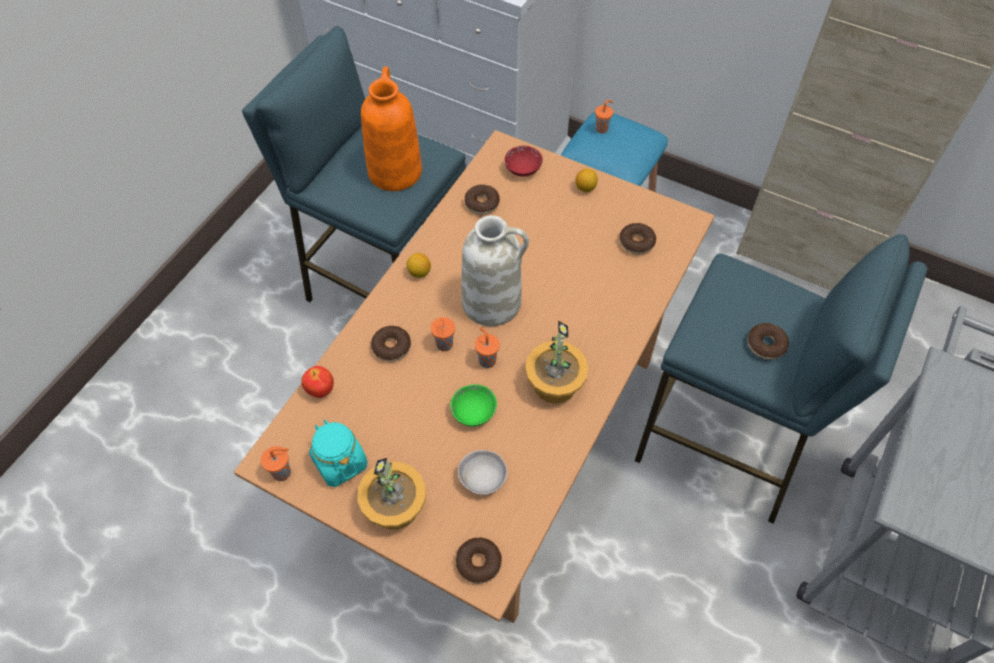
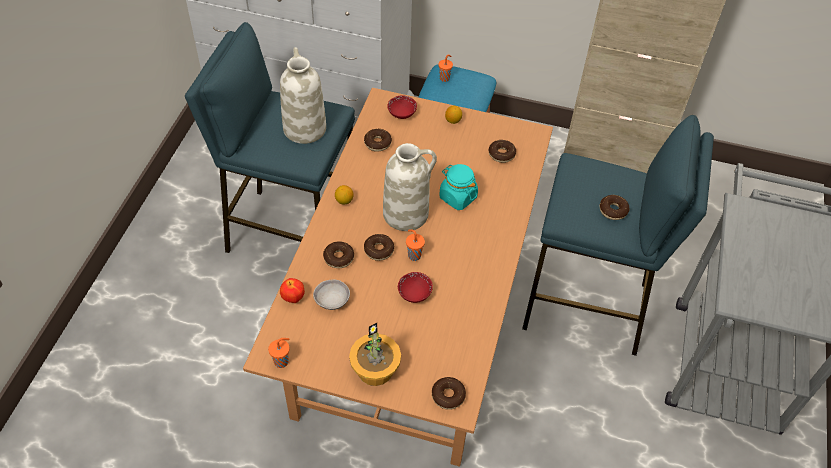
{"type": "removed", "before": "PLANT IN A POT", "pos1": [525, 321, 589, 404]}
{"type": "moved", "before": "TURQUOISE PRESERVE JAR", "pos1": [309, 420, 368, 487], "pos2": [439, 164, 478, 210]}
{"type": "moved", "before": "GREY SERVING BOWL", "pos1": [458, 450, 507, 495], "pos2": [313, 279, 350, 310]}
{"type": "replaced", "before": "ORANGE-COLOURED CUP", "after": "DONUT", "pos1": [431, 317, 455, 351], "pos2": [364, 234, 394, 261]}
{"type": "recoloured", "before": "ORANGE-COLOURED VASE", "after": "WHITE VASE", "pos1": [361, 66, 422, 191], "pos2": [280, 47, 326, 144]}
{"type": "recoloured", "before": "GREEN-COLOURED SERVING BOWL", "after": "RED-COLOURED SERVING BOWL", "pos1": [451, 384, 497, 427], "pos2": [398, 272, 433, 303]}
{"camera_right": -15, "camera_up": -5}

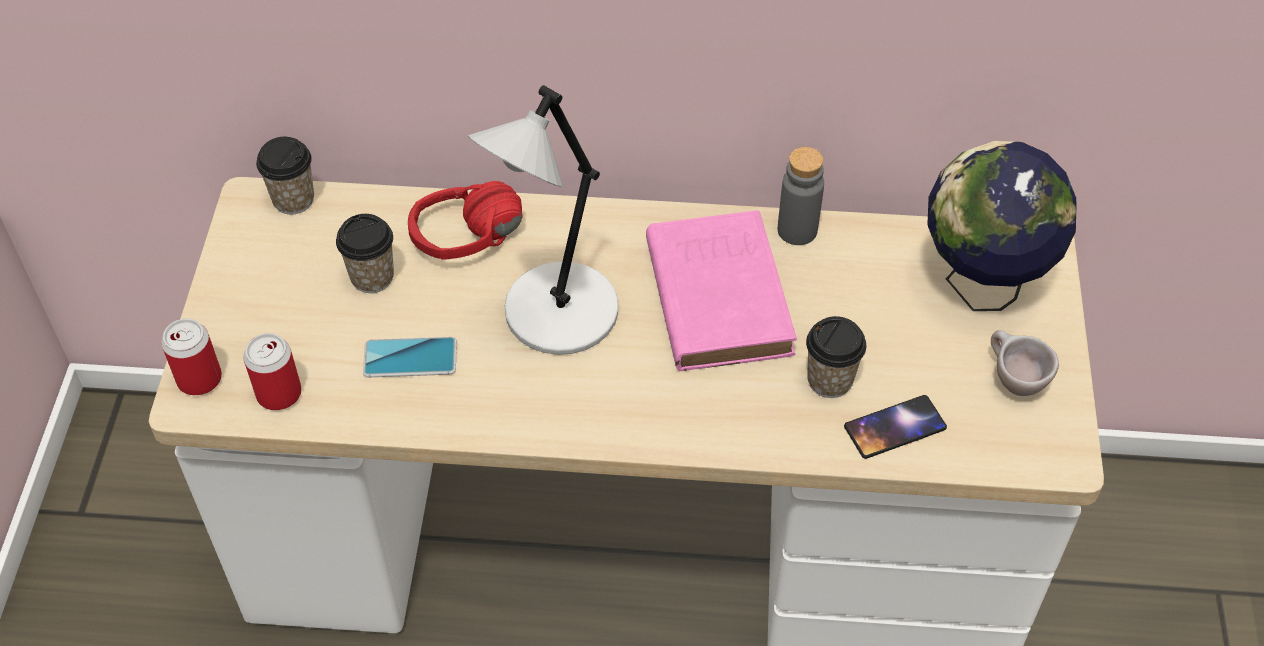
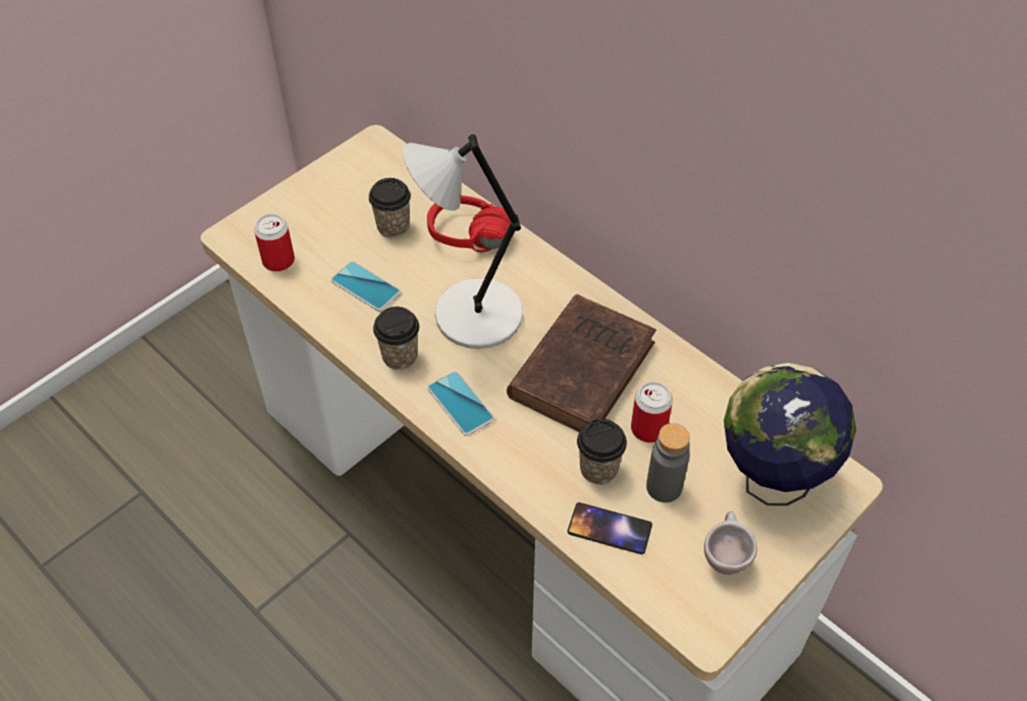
{"type": "added", "after": "HANDSET", "pos2": [427, 371, 495, 436]}
{"type": "moved", "before": "SEALED CAN", "pos1": [161, 319, 222, 395], "pos2": [631, 381, 673, 443]}
{"type": "moved", "before": "CUP", "pos1": [256, 137, 314, 214], "pos2": [373, 307, 419, 370]}
{"type": "moved", "before": "GREY BOTTLE", "pos1": [778, 147, 824, 245], "pos2": [646, 423, 690, 503]}
{"type": "recoloured", "before": "PINKISH BOOK", "after": "BROWNISH BOOK", "pos1": [646, 211, 797, 371], "pos2": [507, 294, 656, 432]}
{"camera_right": 40, "camera_up": 0}

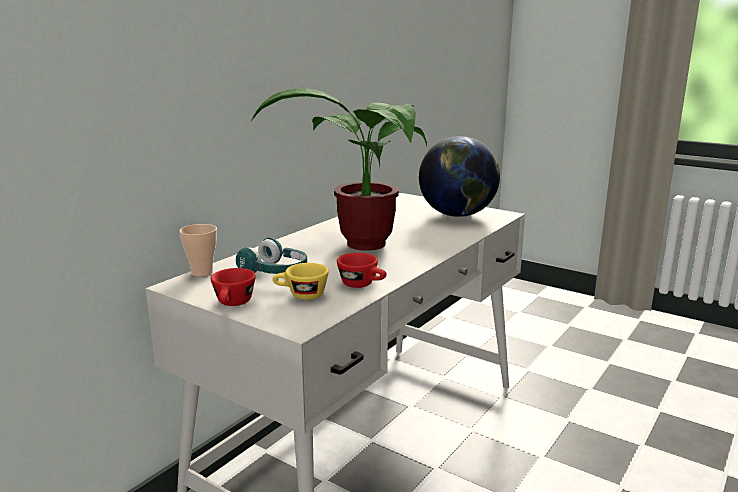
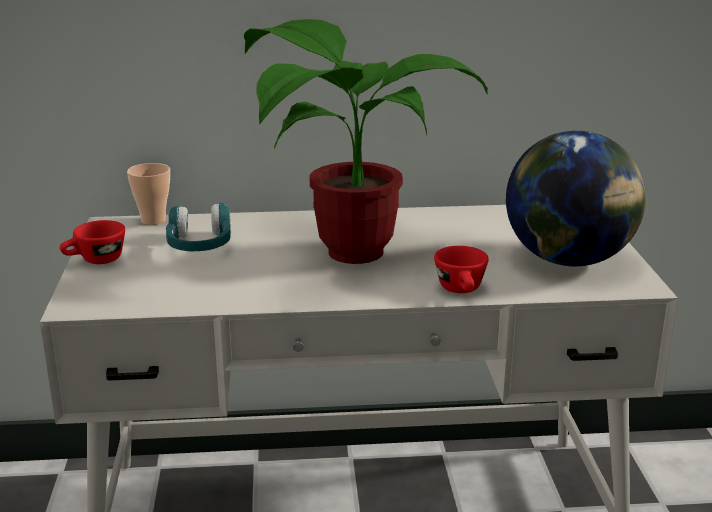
{"type": "removed", "before": "YELLOW-COLOURED CUP", "pos1": [273, 263, 329, 300]}
{"type": "moved", "before": "RED-COLOURED CUP", "pos1": [337, 253, 387, 288], "pos2": [434, 246, 489, 293]}
{"camera_right": 50, "camera_up": 5}

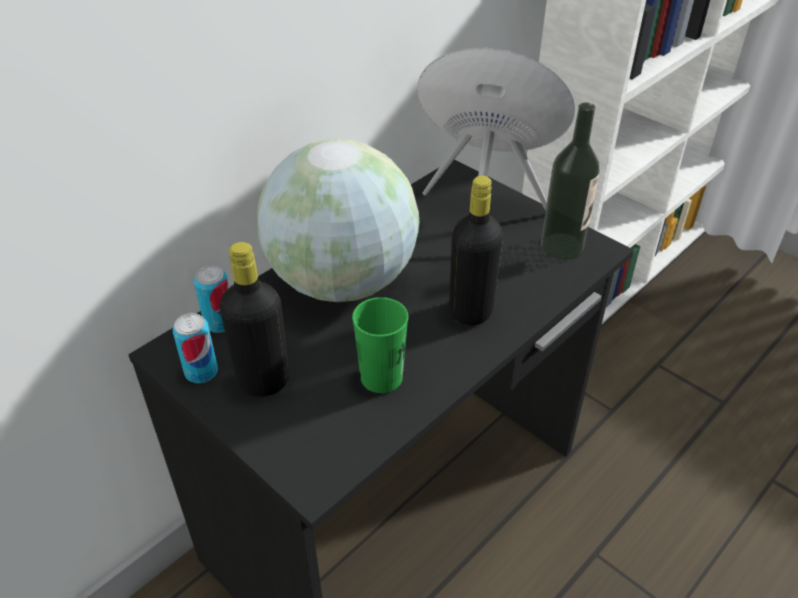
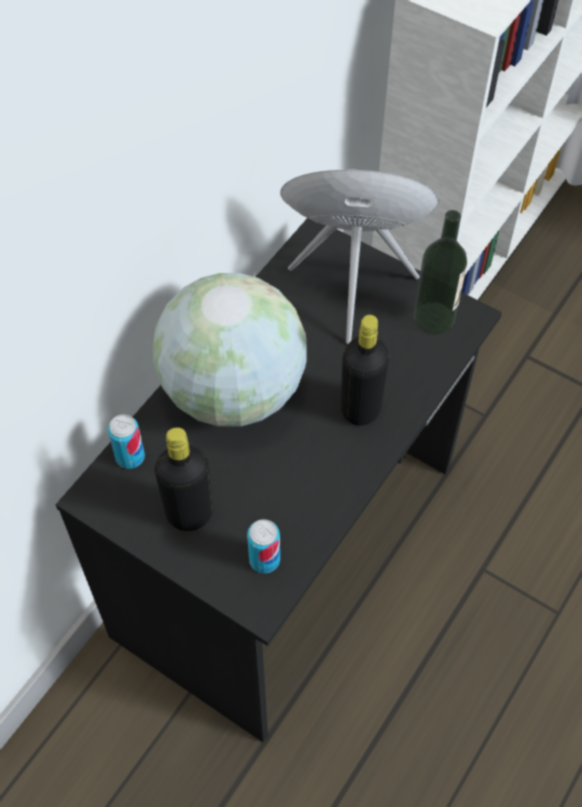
{"type": "removed", "before": "GREEN-COLOURED CUP", "pos1": [352, 297, 408, 393]}
{"type": "moved", "before": "SEALED CAN", "pos1": [173, 313, 218, 383], "pos2": [247, 519, 280, 573]}
{"camera_right": -10, "camera_up": 15}

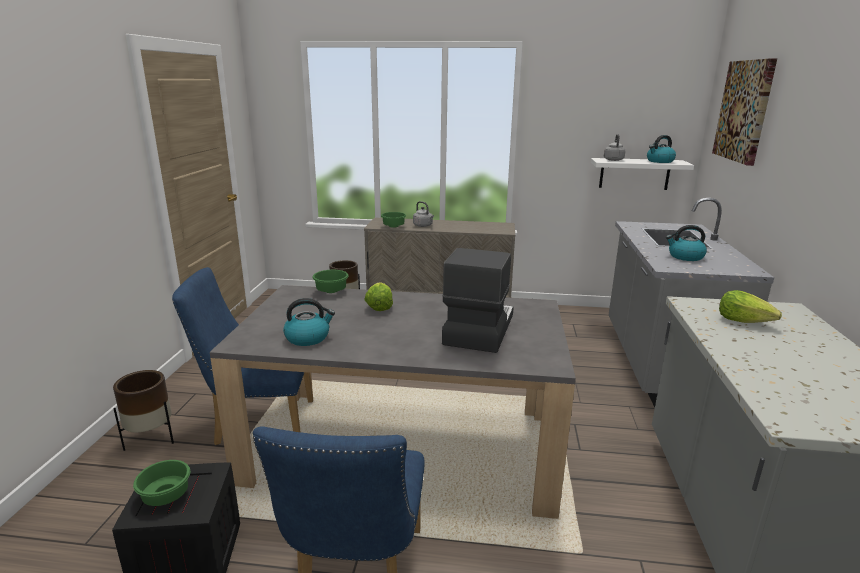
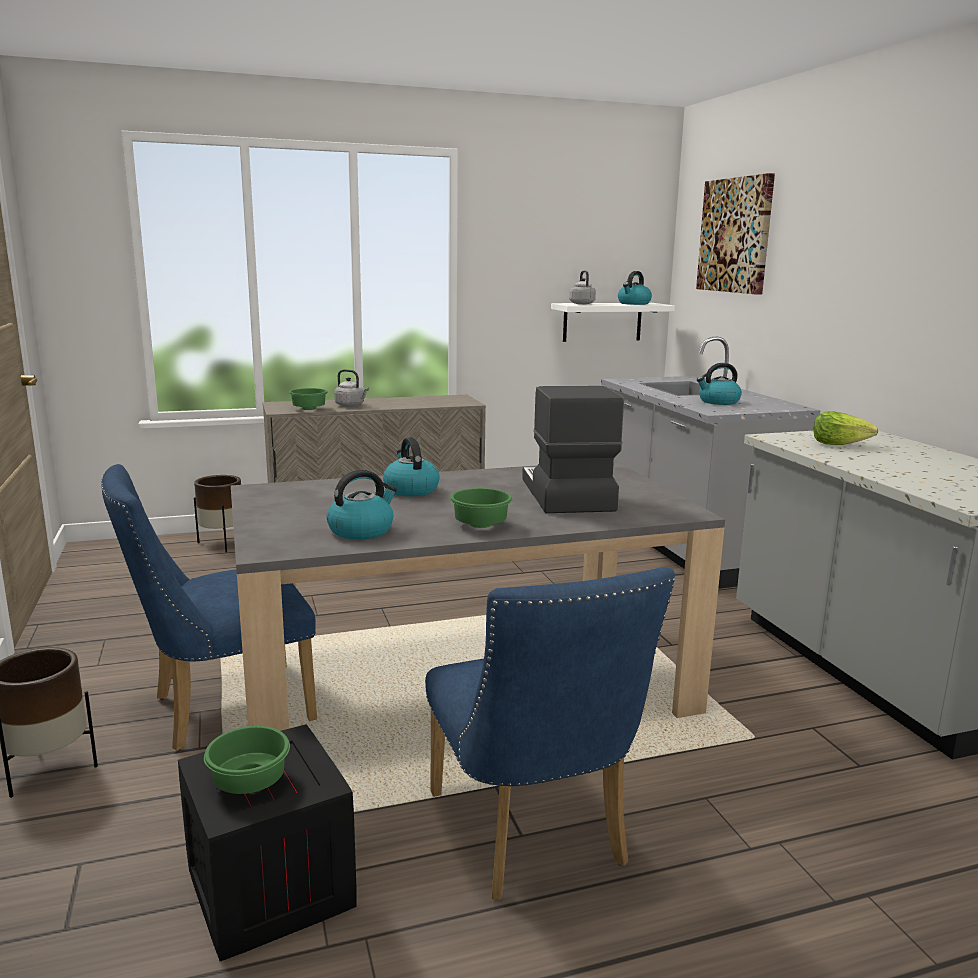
{"type": "moved", "before": "GREEN-COLOURED SERVING BOWL", "pos1": [312, 270, 349, 293], "pos2": [450, 488, 512, 528]}
{"type": "replaced", "before": "HEAD OF LETTUCE", "after": "KETTLE", "pos1": [364, 282, 393, 311], "pos2": [383, 437, 440, 496]}
{"camera_right": -25, "camera_up": -5}

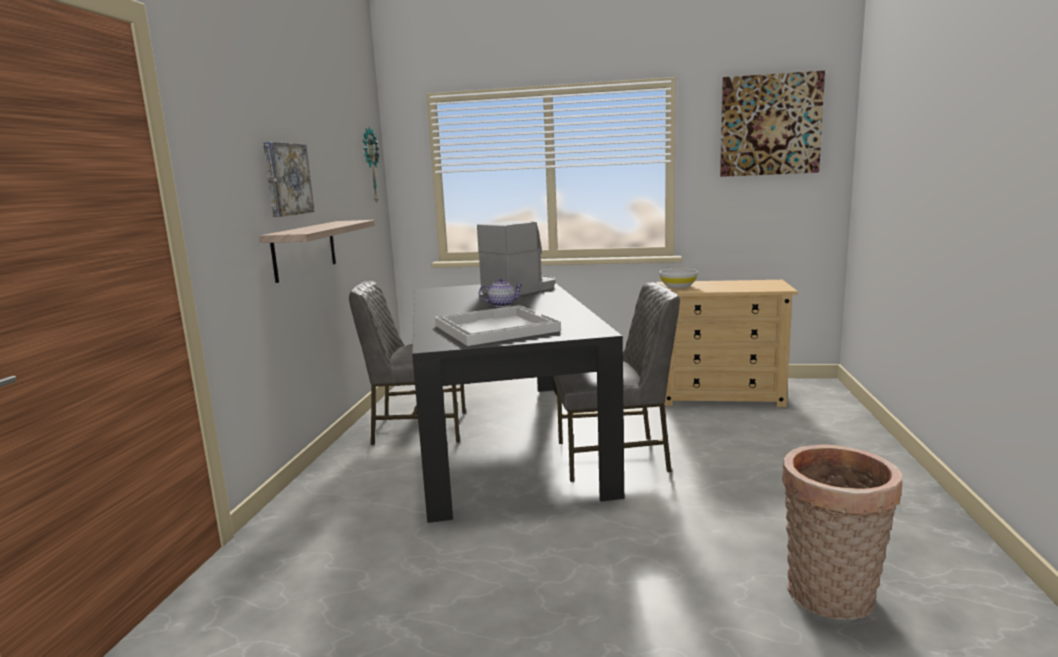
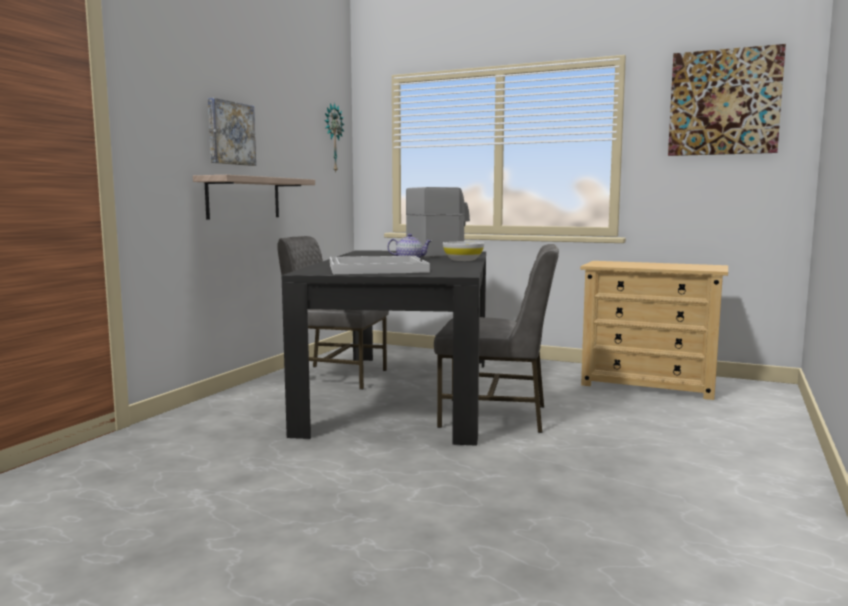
{"type": "removed", "before": "STORAGE BASKET", "pos1": [782, 444, 902, 620]}
{"type": "moved", "before": "WHITE SERVING BOWL", "pos1": [659, 269, 698, 289], "pos2": [443, 242, 484, 261]}
{"camera_right": 15, "camera_up": -5}

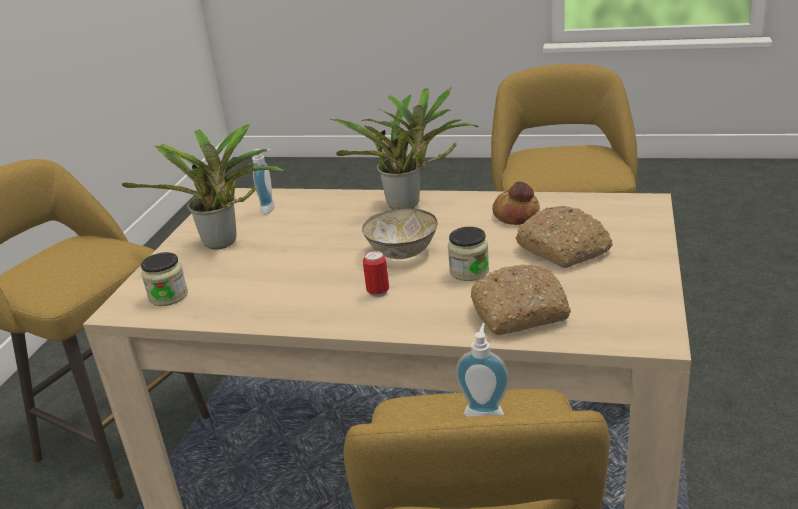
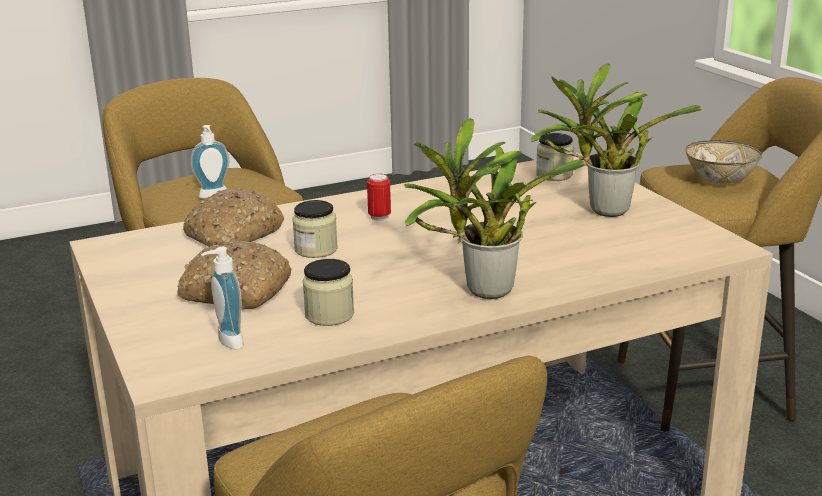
{"type": "moved", "before": "SOAP BOTTLE", "pos1": [252, 149, 275, 215], "pos2": [201, 247, 244, 349]}
{"type": "moved", "before": "SERVING BOWL", "pos1": [362, 208, 438, 259], "pos2": [686, 140, 762, 184]}
{"type": "replaced", "before": "BAKERY BREAD", "after": "PRESERVE JAR", "pos1": [492, 182, 540, 225], "pos2": [302, 259, 354, 326]}
{"camera_right": 140, "camera_up": -5}

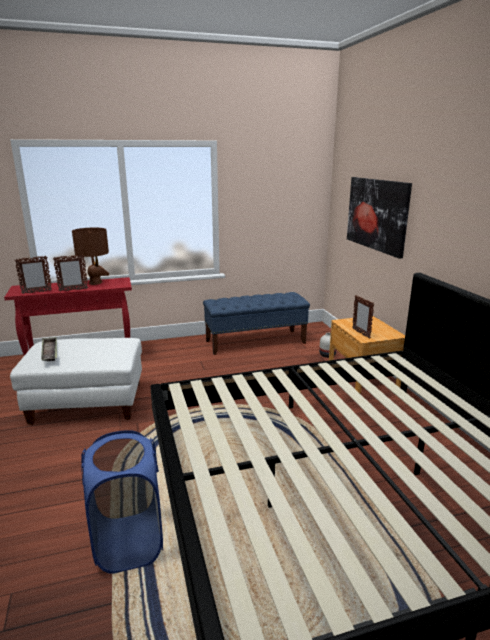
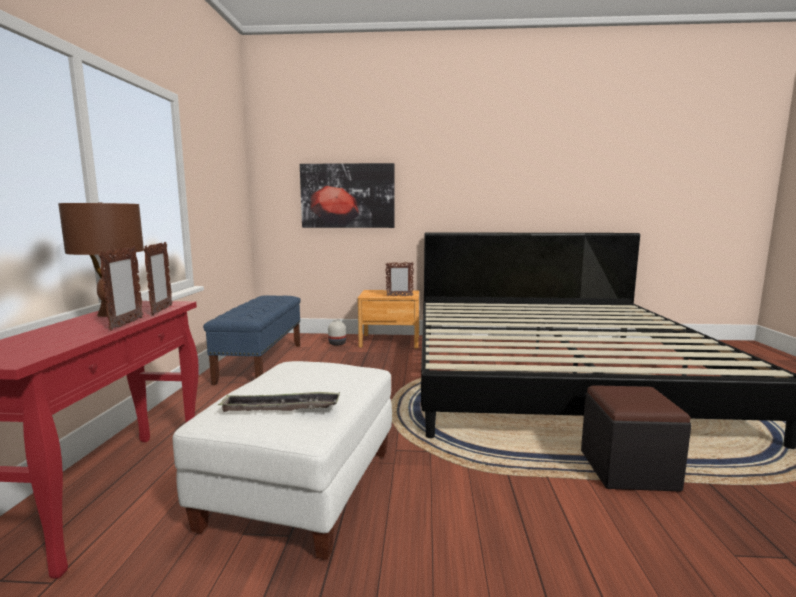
{"type": "moved", "before": "PHOTO FRAME", "pos1": [14, 256, 52, 294], "pos2": [144, 242, 172, 315]}
{"type": "replaced", "before": "BLUE-COLOURED WASHING BASKET", "after": "BLACK-COLOURED OTTOMAN", "pos1": [81, 430, 163, 574], "pos2": [581, 385, 692, 491]}
{"camera_right": -70, "camera_up": -10}

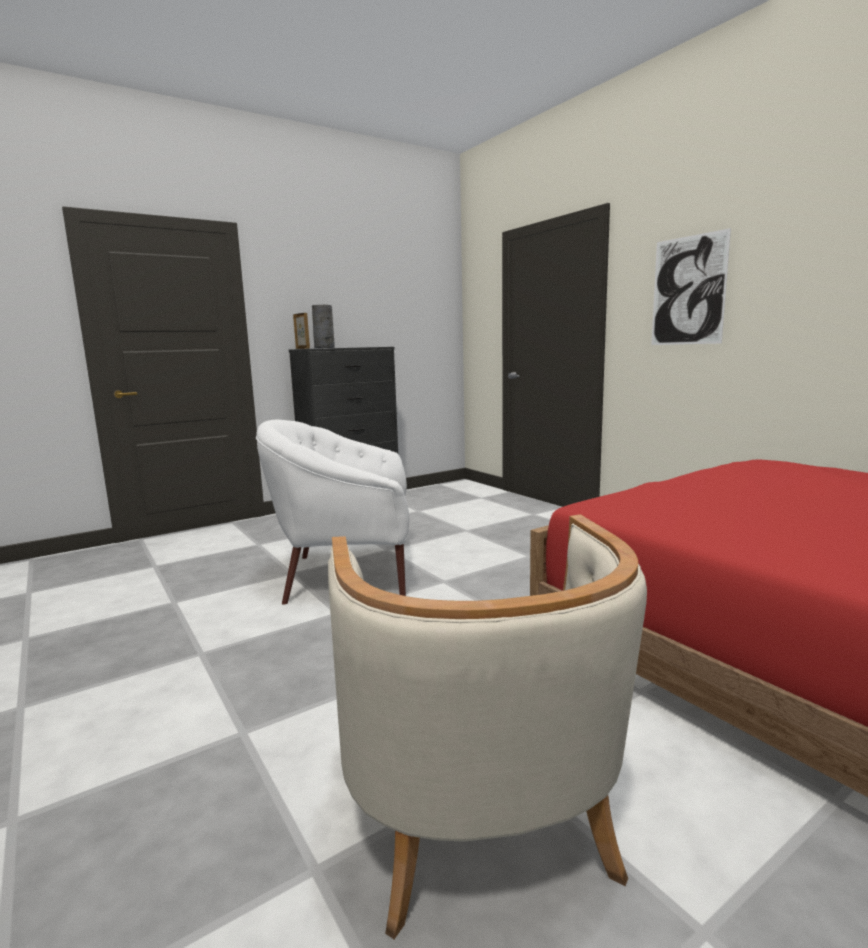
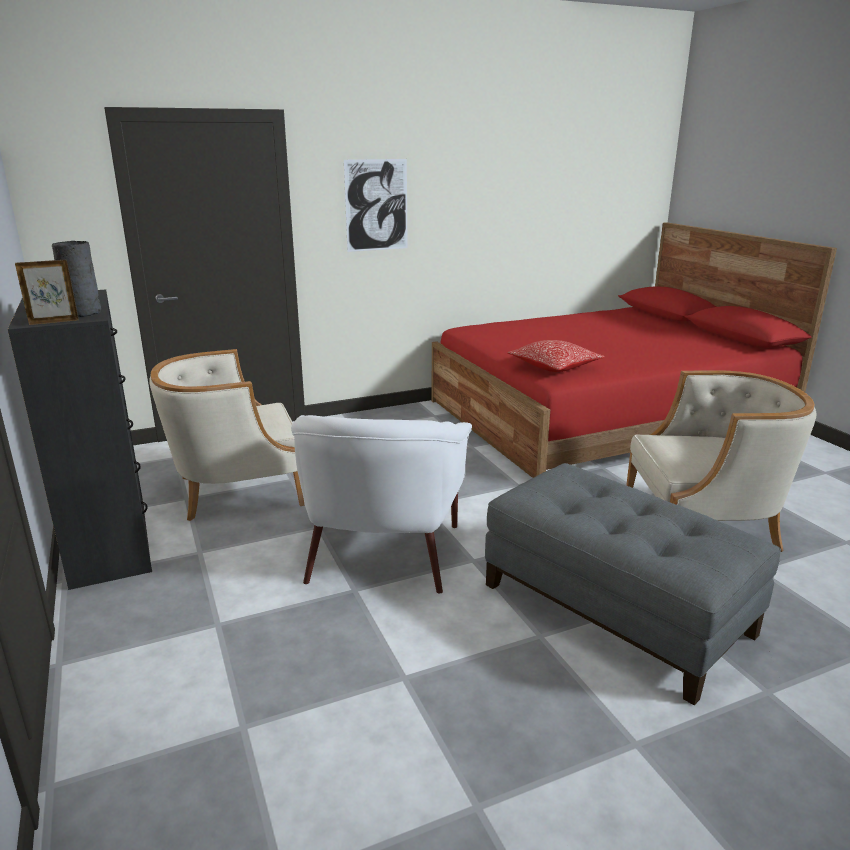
{"type": "added", "after": "BEIGE LOUNGE CHAIR", "pos2": [149, 349, 304, 521]}
{"type": "added", "after": "GREY OTTOMAN", "pos2": [485, 463, 781, 705]}
{"type": "added", "after": "PILLOW", "pos2": [507, 340, 605, 372]}
{"camera_right": -80, "camera_up": 10}

